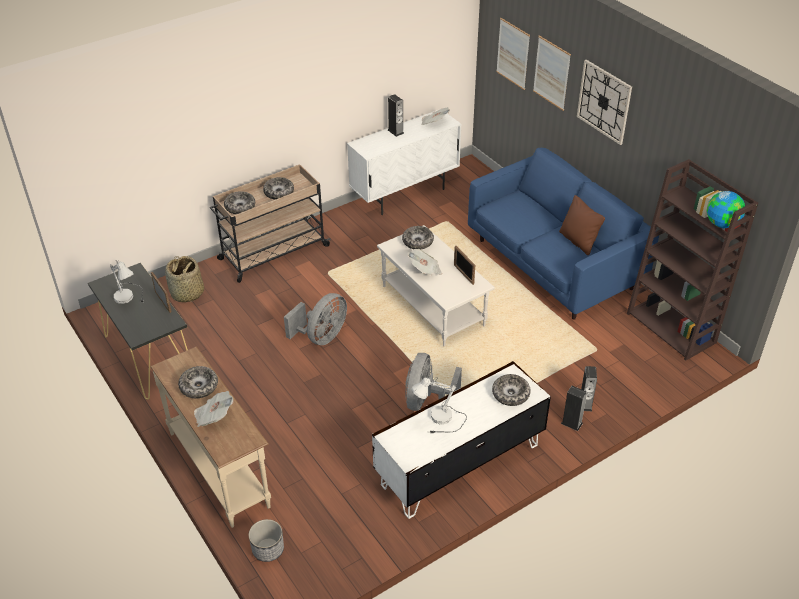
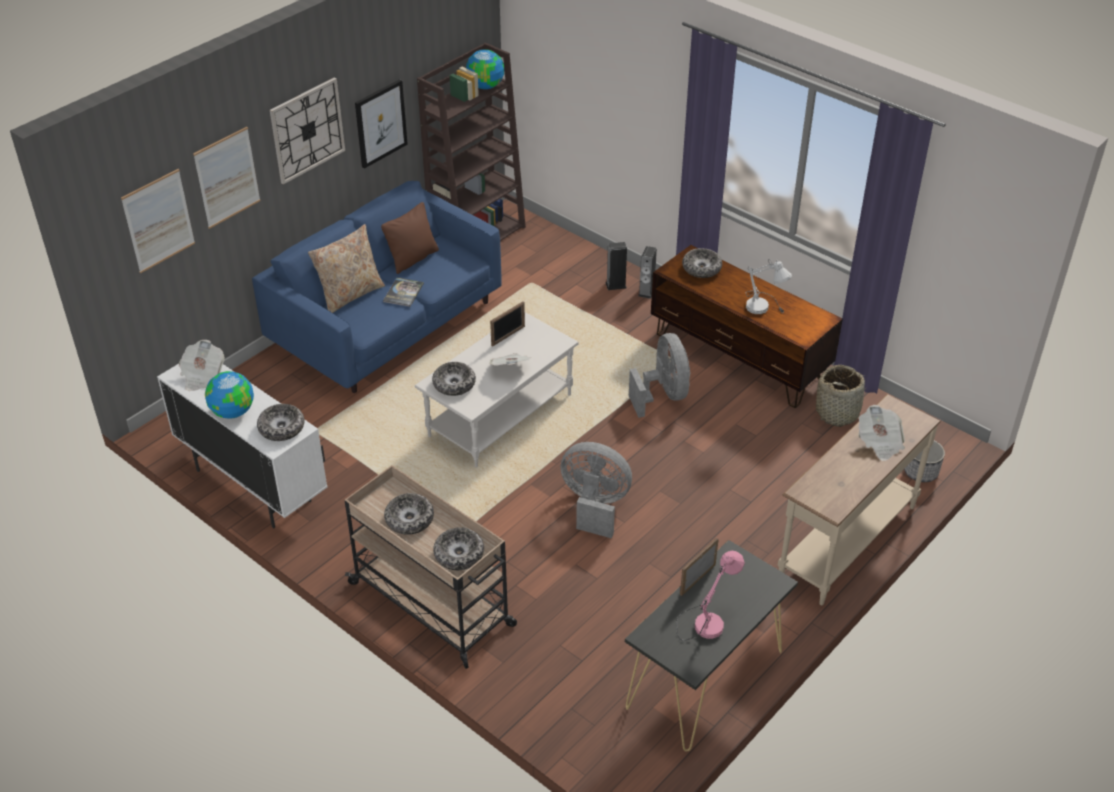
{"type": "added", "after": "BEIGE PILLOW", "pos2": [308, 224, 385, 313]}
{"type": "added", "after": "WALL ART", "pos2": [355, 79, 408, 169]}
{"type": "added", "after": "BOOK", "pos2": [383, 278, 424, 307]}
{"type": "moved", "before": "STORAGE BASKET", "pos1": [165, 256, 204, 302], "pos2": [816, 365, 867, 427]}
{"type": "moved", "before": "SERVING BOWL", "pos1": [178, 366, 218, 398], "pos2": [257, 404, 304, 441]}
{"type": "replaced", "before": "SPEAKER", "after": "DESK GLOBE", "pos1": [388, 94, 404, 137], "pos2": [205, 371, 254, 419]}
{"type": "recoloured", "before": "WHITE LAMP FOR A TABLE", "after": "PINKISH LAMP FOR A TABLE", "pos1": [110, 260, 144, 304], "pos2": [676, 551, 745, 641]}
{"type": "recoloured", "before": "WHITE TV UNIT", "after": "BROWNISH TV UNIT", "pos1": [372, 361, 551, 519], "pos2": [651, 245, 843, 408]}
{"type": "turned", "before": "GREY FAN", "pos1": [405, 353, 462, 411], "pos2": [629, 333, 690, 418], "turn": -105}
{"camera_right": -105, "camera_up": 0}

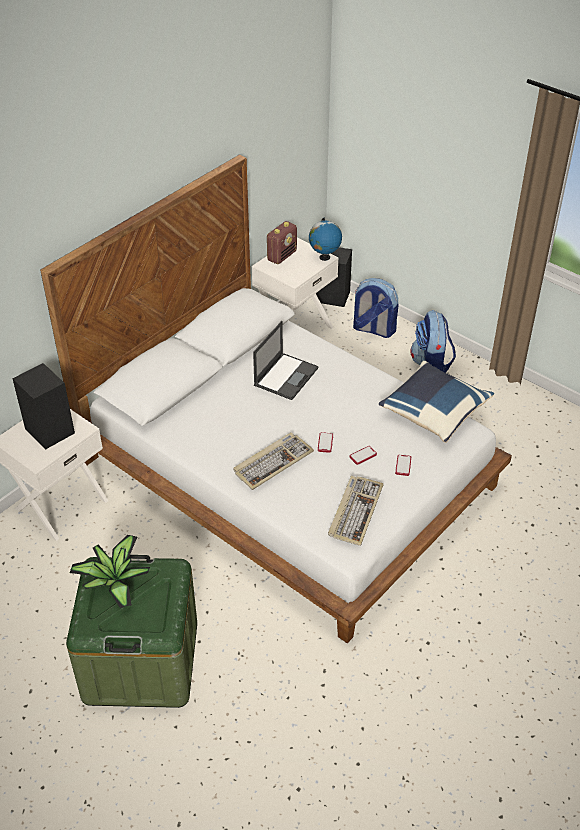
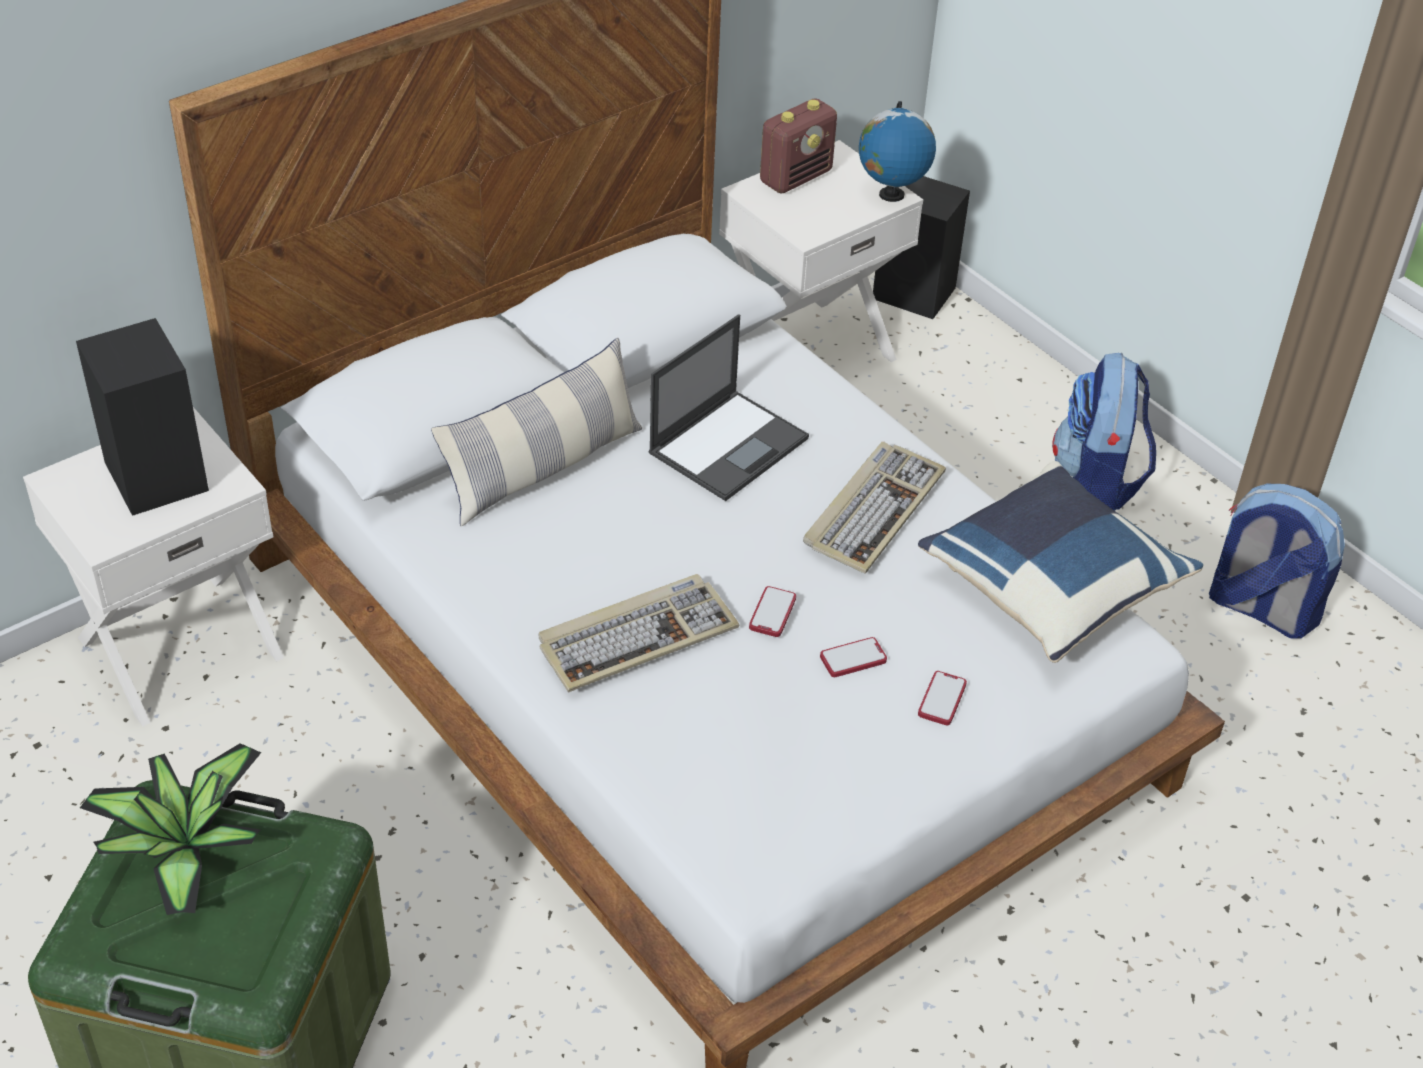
{"type": "added", "after": "PILLOW", "pos2": [431, 338, 642, 526]}
{"type": "moved", "before": "COMPUTER KEYBOARD", "pos1": [328, 476, 384, 546], "pos2": [803, 442, 946, 574]}
{"type": "moved", "before": "KNAPSACK", "pos1": [353, 278, 398, 338], "pos2": [1209, 483, 1345, 639]}
{"camera_right": 10, "camera_up": 0}

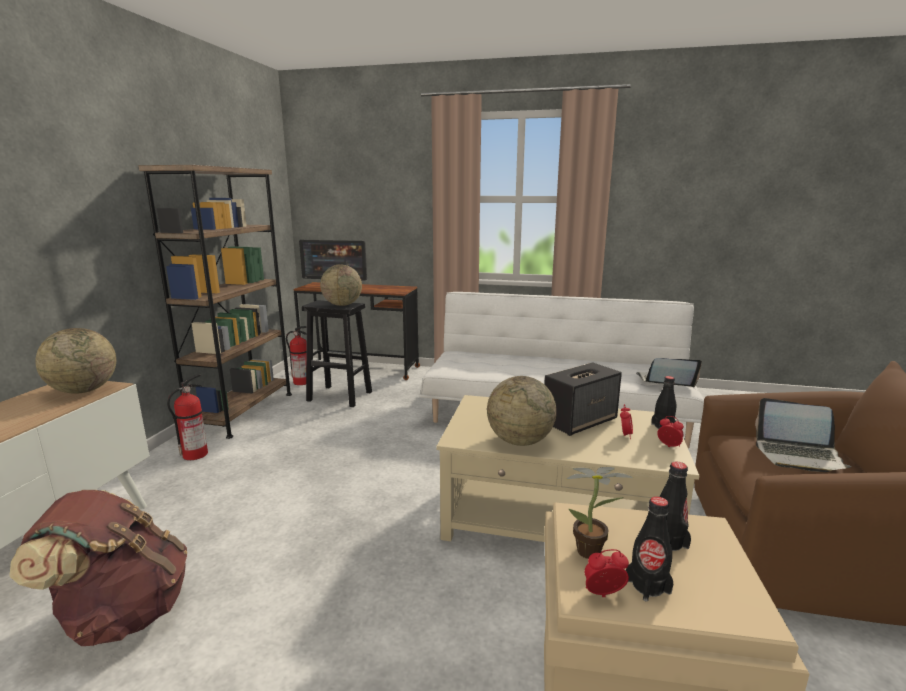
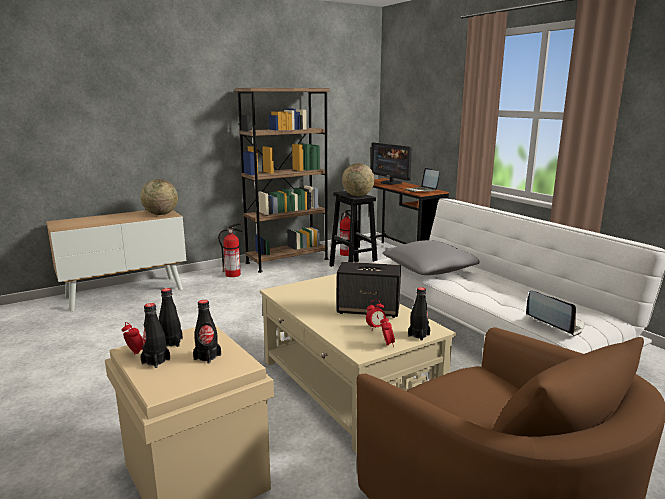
{"type": "removed", "before": "BROWNISH KNAPSACK", "pos1": [9, 490, 187, 646]}
{"type": "removed", "before": "DESK GLOBE", "pos1": [487, 376, 557, 446]}
{"type": "added", "after": "GREY PILLOW", "pos2": [383, 240, 480, 275]}
{"type": "moved", "before": "NOTEBOOK COMPUTER", "pos1": [755, 398, 851, 472], "pos2": [405, 168, 439, 192]}
{"type": "replaced", "before": "PLANT IN A POT", "after": "BLACK-COLOURED BOTTLE", "pos1": [567, 467, 633, 559], "pos2": [159, 288, 183, 347]}
{"camera_right": 45, "camera_up": 0}

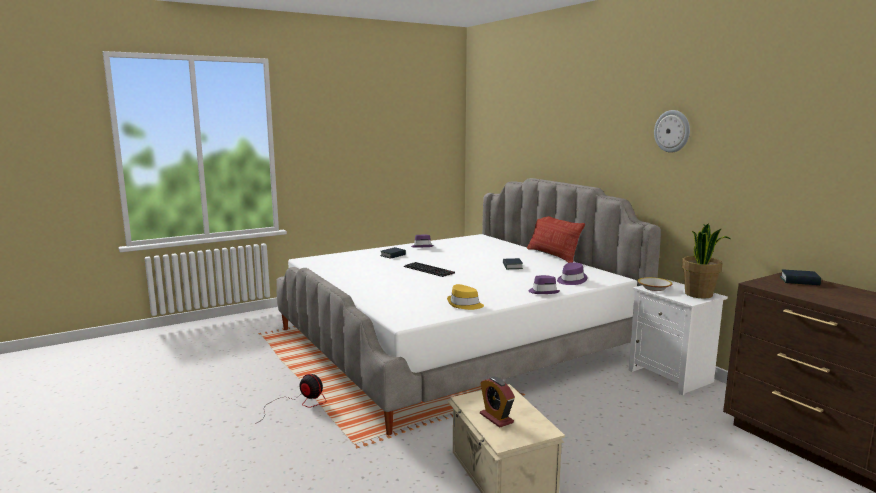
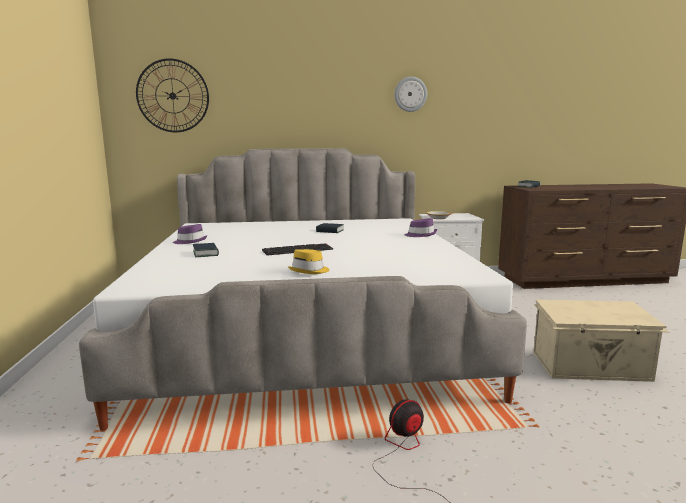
{"type": "removed", "before": "BEDSIDE CLOCK", "pos1": [480, 377, 515, 428]}
{"type": "removed", "before": "PILLOW", "pos1": [527, 216, 585, 263]}
{"type": "removed", "before": "PURPLE CLOTHING HAT", "pos1": [557, 262, 587, 285]}
{"type": "removed", "before": "PLANT IN A POT", "pos1": [682, 223, 730, 298]}
{"type": "added", "after": "CLOCK ON THE WALL", "pos2": [136, 58, 209, 132]}
{"type": "moved", "before": "YELLOW-COLOURED CLOTHING HAT", "pos1": [447, 284, 484, 310], "pos2": [288, 249, 329, 274]}
{"camera_right": -65, "camera_up": 0}

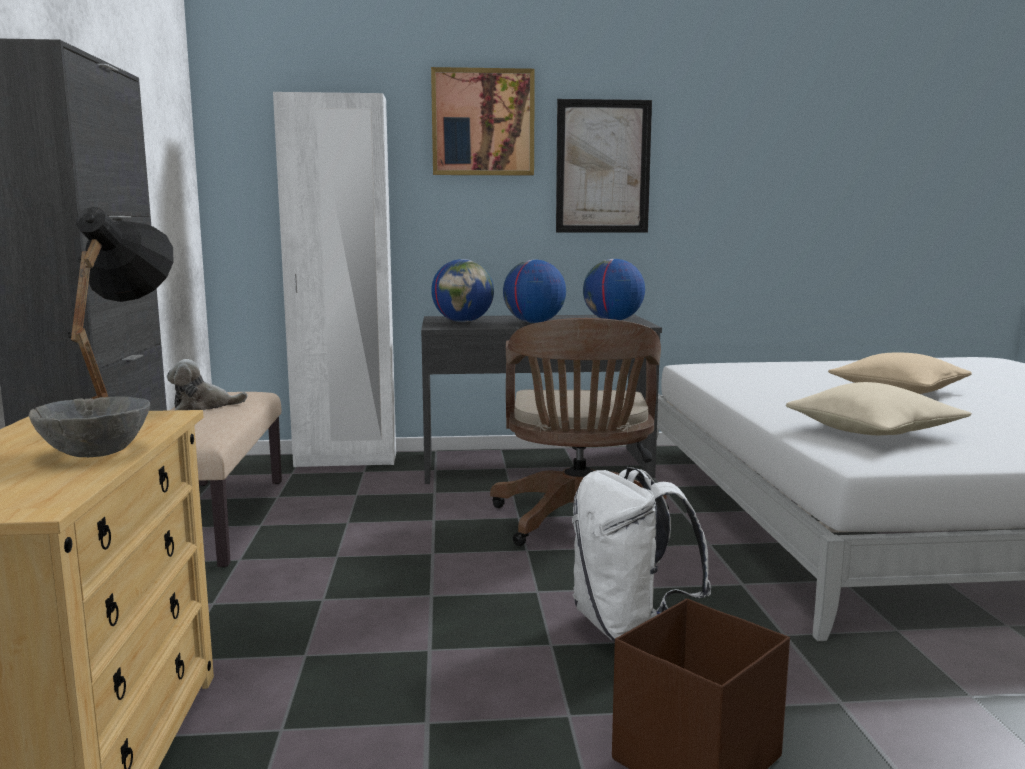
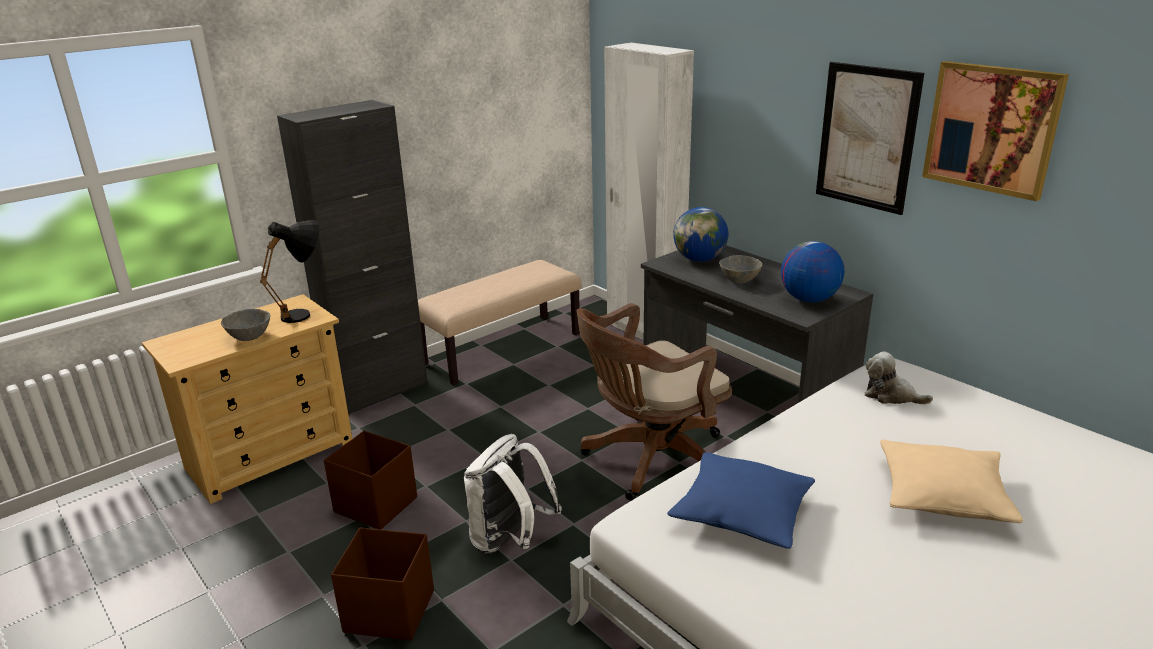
{"type": "added", "after": "BROWNISH STORAGE BIN", "pos2": [324, 431, 417, 529]}
{"type": "moved", "before": "PLUSH TOY", "pos1": [167, 359, 248, 411], "pos2": [865, 352, 933, 404]}
{"type": "moved", "before": "WALL ART", "pos1": [431, 67, 535, 176], "pos2": [922, 61, 1069, 201]}
{"type": "replaced", "before": "DESK GLOBE", "after": "GREY SERVING BOWL", "pos1": [503, 259, 566, 323], "pos2": [719, 255, 763, 283]}
{"type": "recoloured", "before": "BEIGE PILLOW", "after": "BLUE-COLOURED PILLOW", "pos1": [786, 382, 972, 435], "pos2": [667, 452, 815, 549]}
{"camera_right": 55, "camera_up": 15}

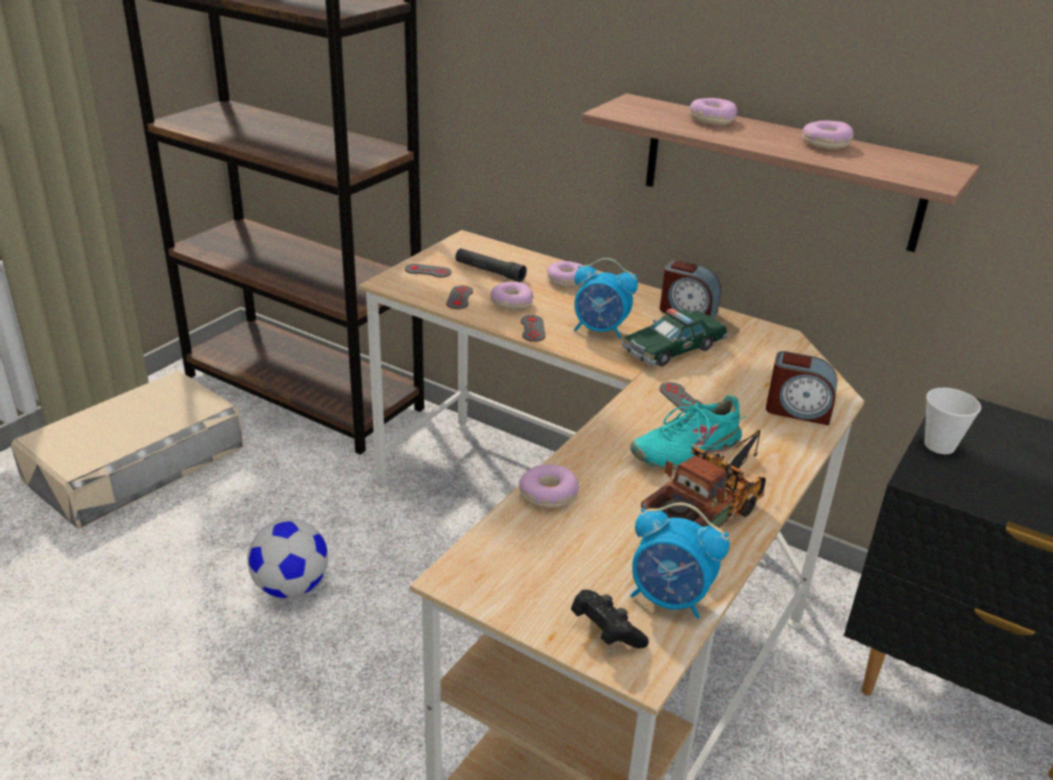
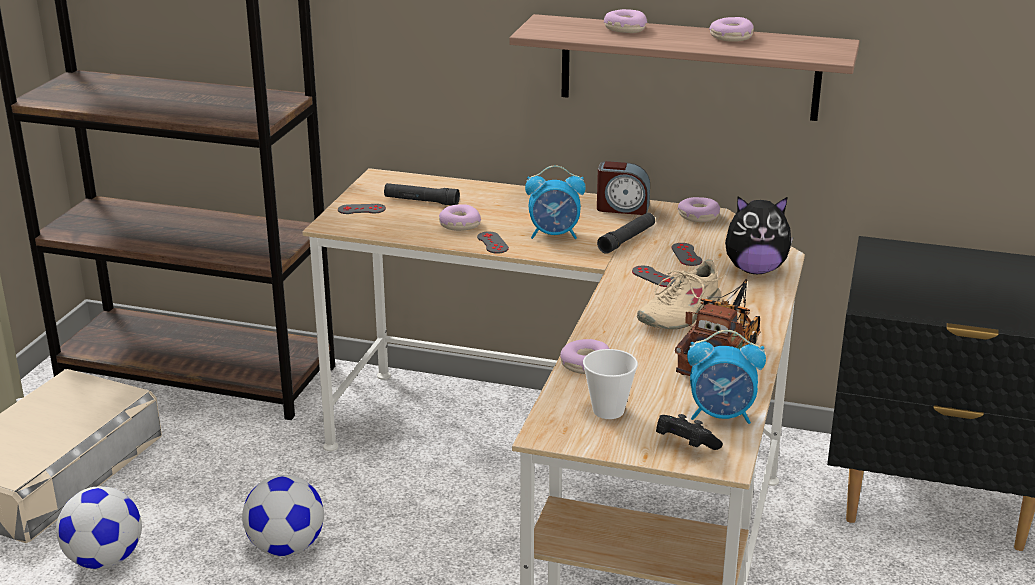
{"type": "added", "after": "BALL FOR FOOTBALL", "pos2": [56, 487, 142, 569]}
{"type": "moved", "before": "GREY GAME CONTROLLER", "pos1": [446, 285, 473, 309], "pos2": [671, 243, 702, 266]}
{"type": "moved", "before": "DONUT", "pos1": [547, 261, 585, 287], "pos2": [678, 197, 720, 222]}
{"type": "moved", "before": "CUP", "pos1": [924, 388, 981, 454], "pos2": [583, 349, 638, 419]}
{"type": "replaced", "before": "MINIATURE CAR", "after": "BLACK-COLOURED TORCH", "pos1": [622, 308, 728, 367], "pos2": [597, 213, 655, 254]}
{"type": "replaced", "before": "BEDSIDE CLOCK", "after": "PLUSH TOY", "pos1": [766, 351, 837, 426], "pos2": [725, 197, 794, 274]}
{"type": "recoloured", "before": "TURQUOISE ITEM OF FOOTWEAR", "after": "BEIGE ITEM OF FOOTWEAR", "pos1": [630, 394, 746, 470], "pos2": [637, 259, 726, 330]}
{"camera_right": -15, "camera_up": -5}

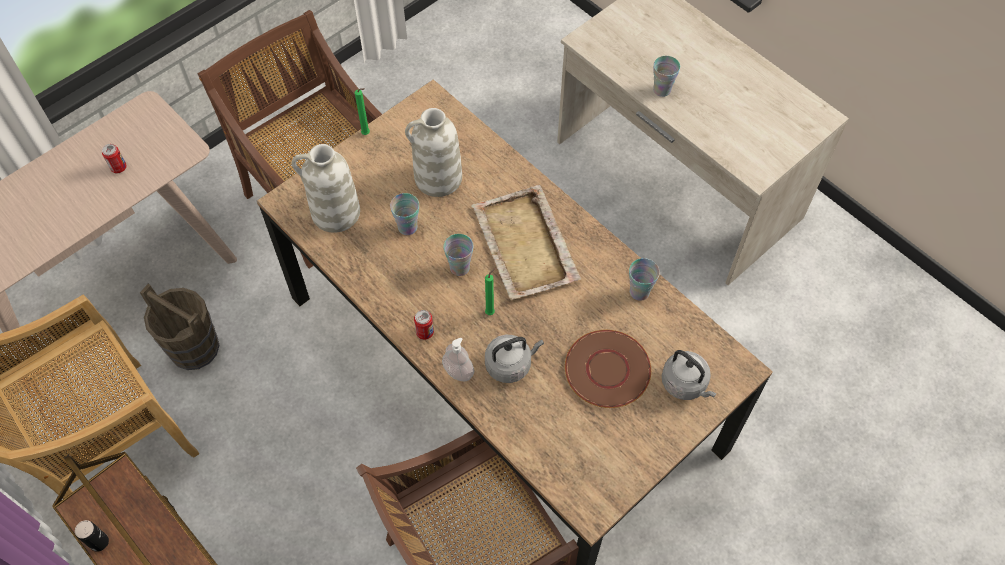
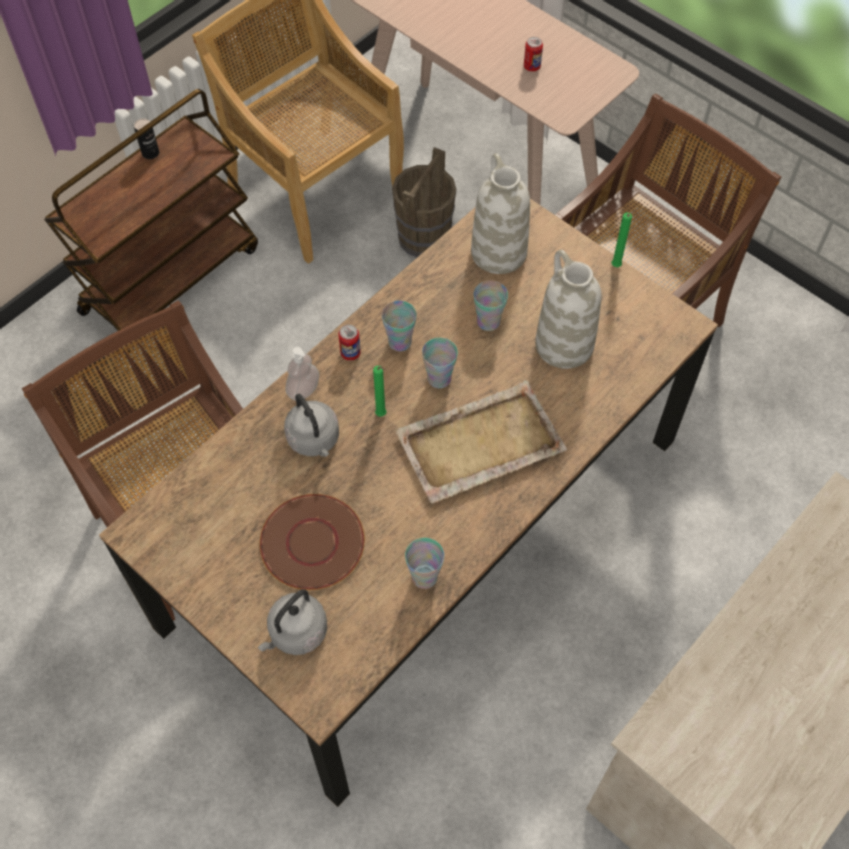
{"type": "moved", "before": "CUP", "pos1": [653, 56, 680, 97], "pos2": [382, 301, 417, 351]}
{"camera_right": 85, "camera_up": 0}

